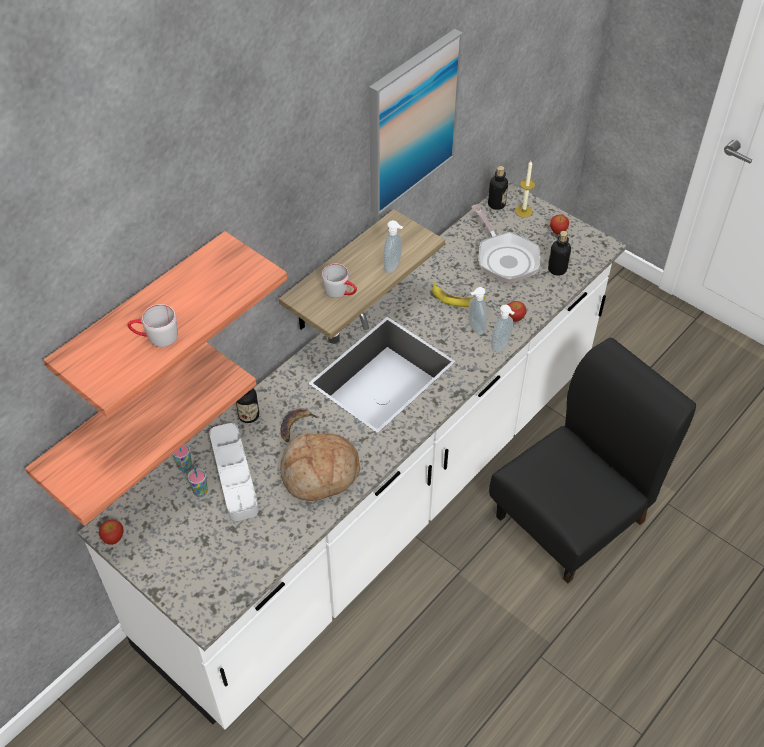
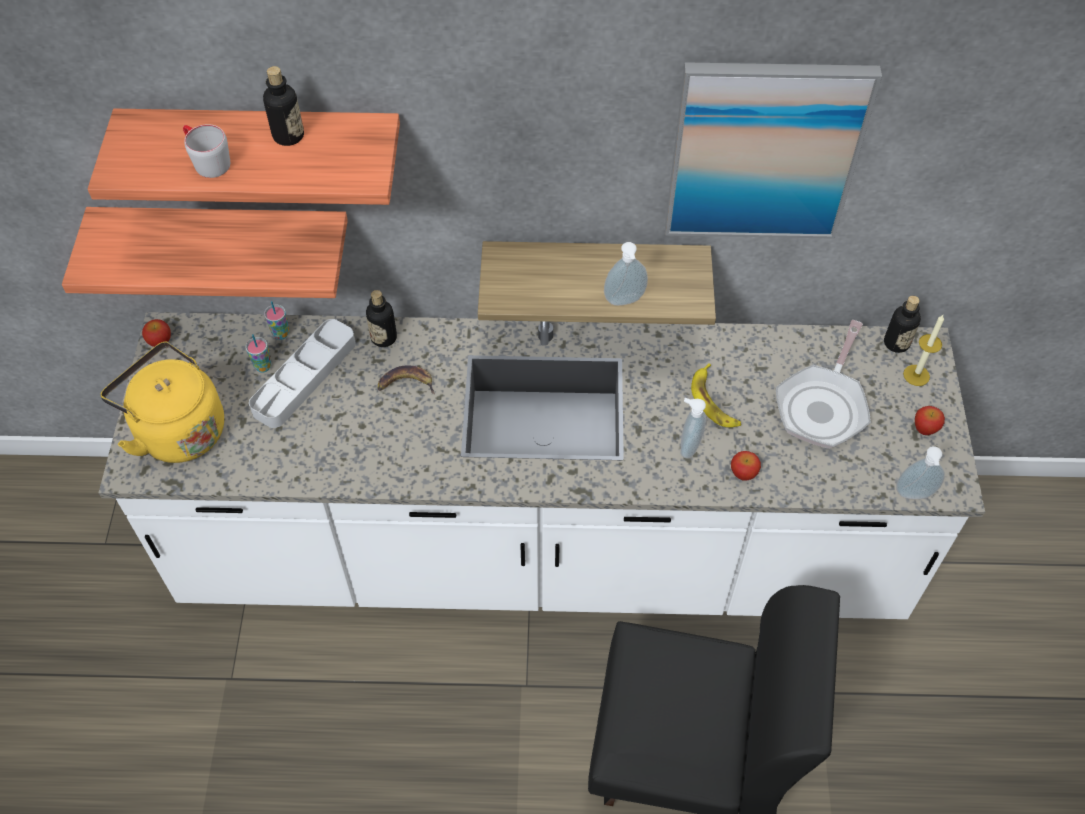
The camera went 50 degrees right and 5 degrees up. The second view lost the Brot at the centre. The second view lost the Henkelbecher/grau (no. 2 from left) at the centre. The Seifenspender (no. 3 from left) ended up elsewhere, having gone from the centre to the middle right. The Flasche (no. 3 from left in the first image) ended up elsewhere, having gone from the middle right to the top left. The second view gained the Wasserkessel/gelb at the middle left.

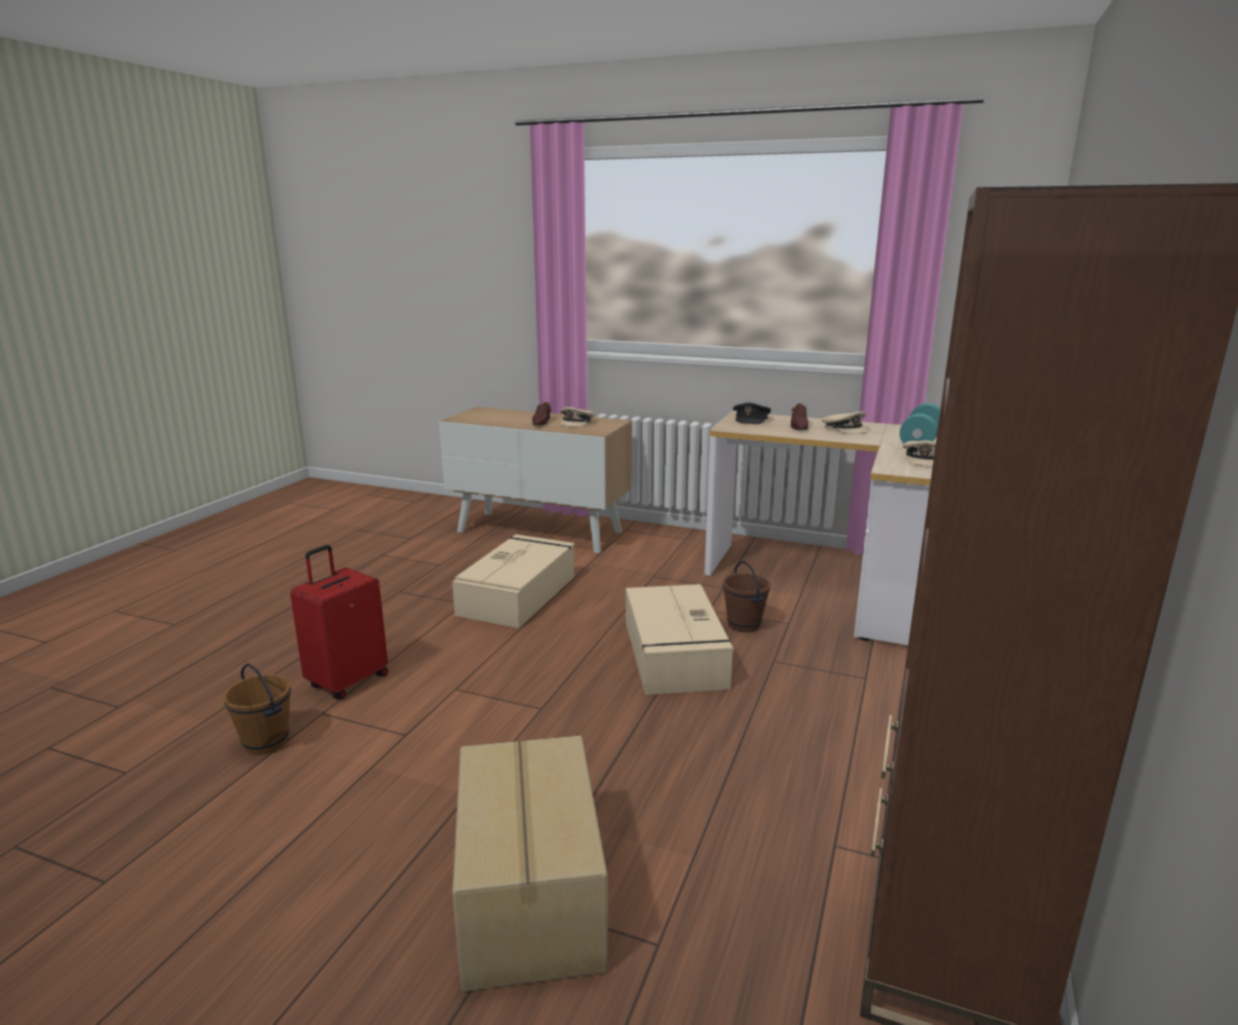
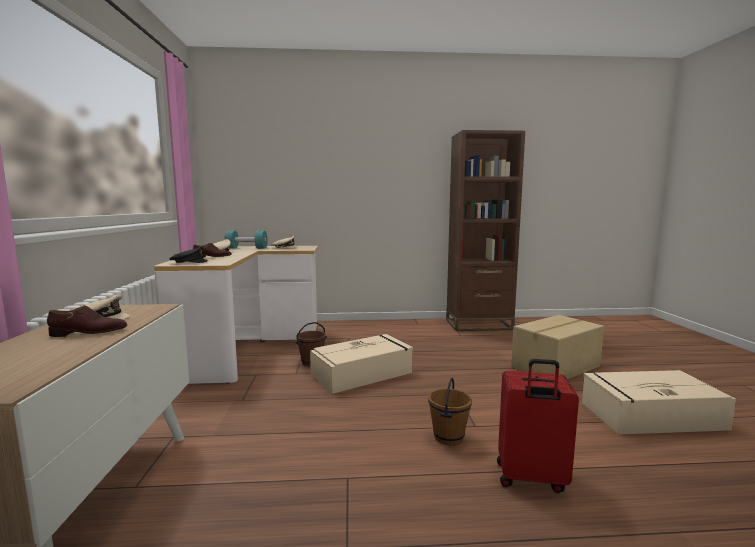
The camera went 115 degrees left and 10 degrees down. The Eimer/braun (no. 1 from left in the first image) ended up elsewhere, having gone from the bottom left to the bottom centre. The Aufbewahrungsbox/beige (no. 1 from left in the first image) ended up elsewhere, having gone from the centre to the bottom right.

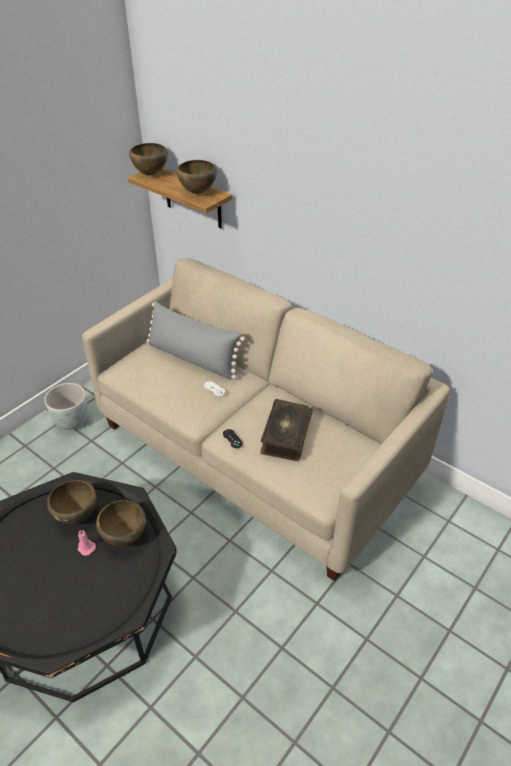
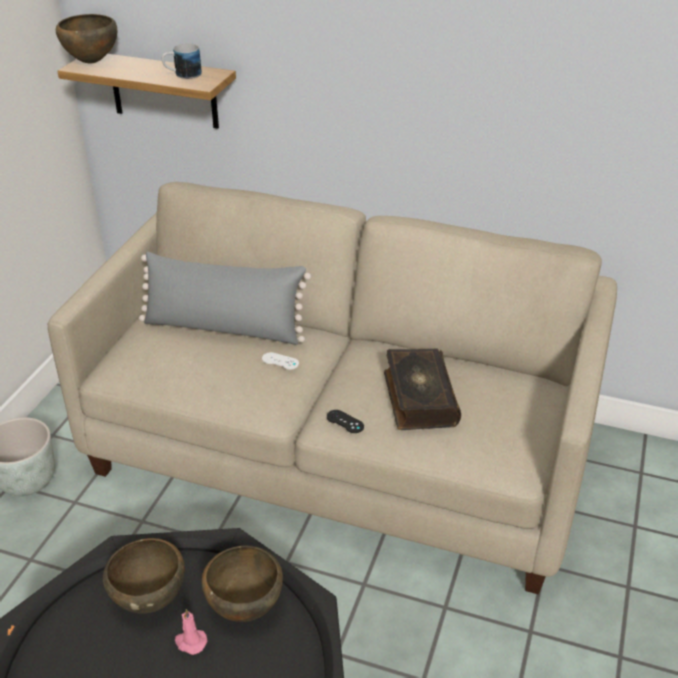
The camera went 20 degrees left and 5 degrees down. Where the Schüssel/braun (no. 4 from left) stood at the top centre, the Henkelbecher came to stand at the top left.

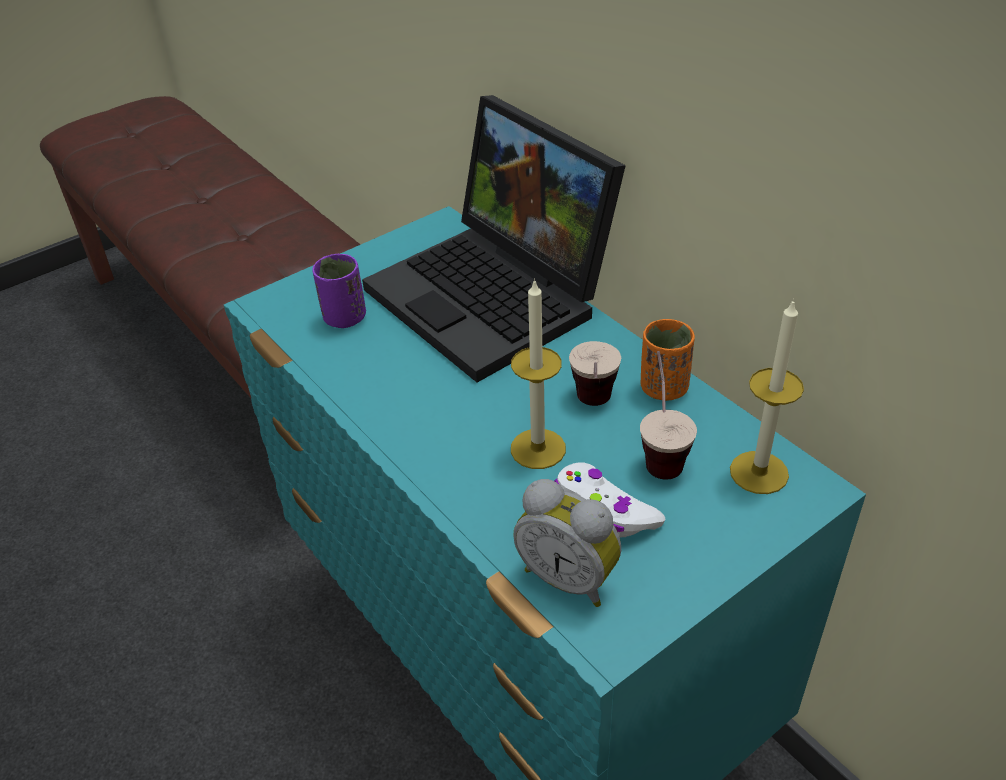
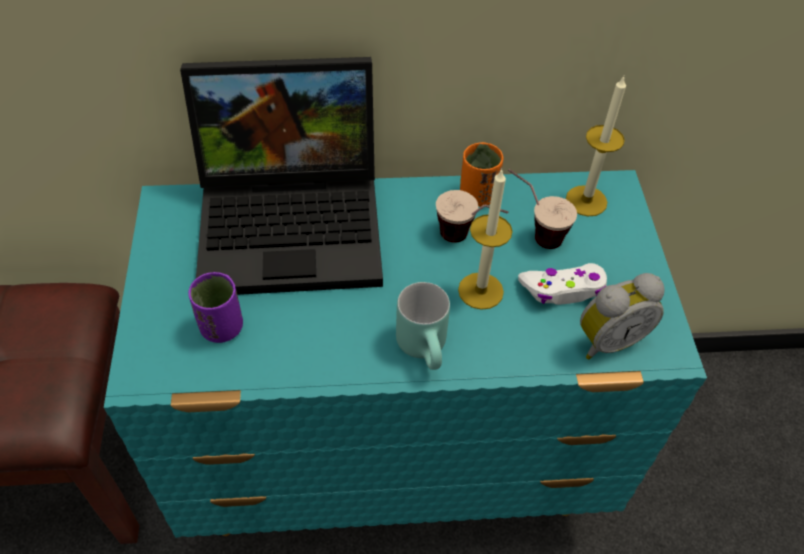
The camera went 60 degrees left and 10 degrees up. The second view gained the Henkelbecher/türkis at the centre.

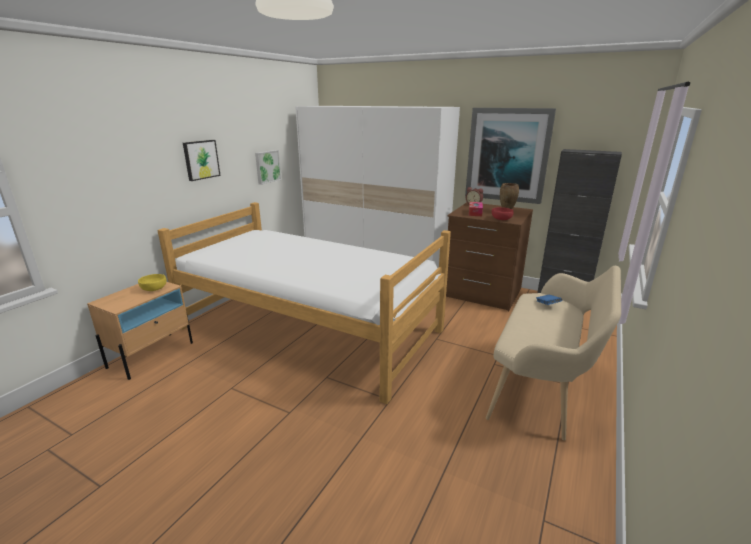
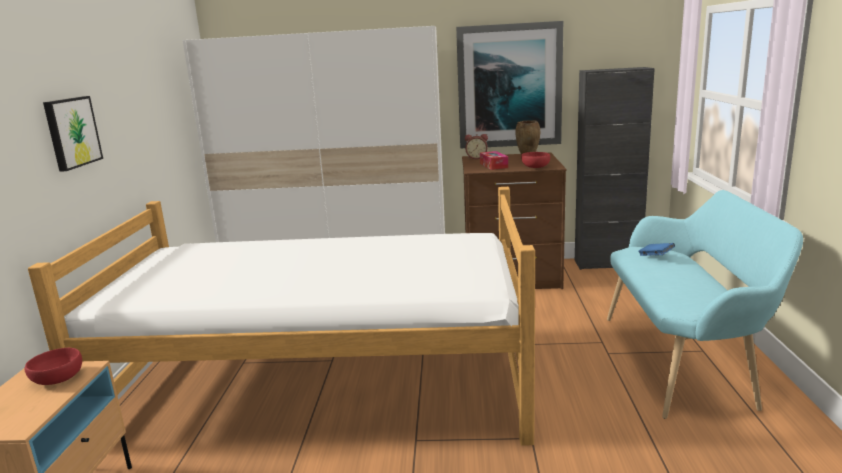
The camera went 25 degrees left and 5 degrees down. What was the Schüssel/gelb at the middle left turned into the Schüssel/rot (no. 1 from left) at the bottom left. The second view lost the Bild (no. 2 from left) at the top centre. What was the Bank/beige at the middle right turned into the Bank/türkis at the middle right.

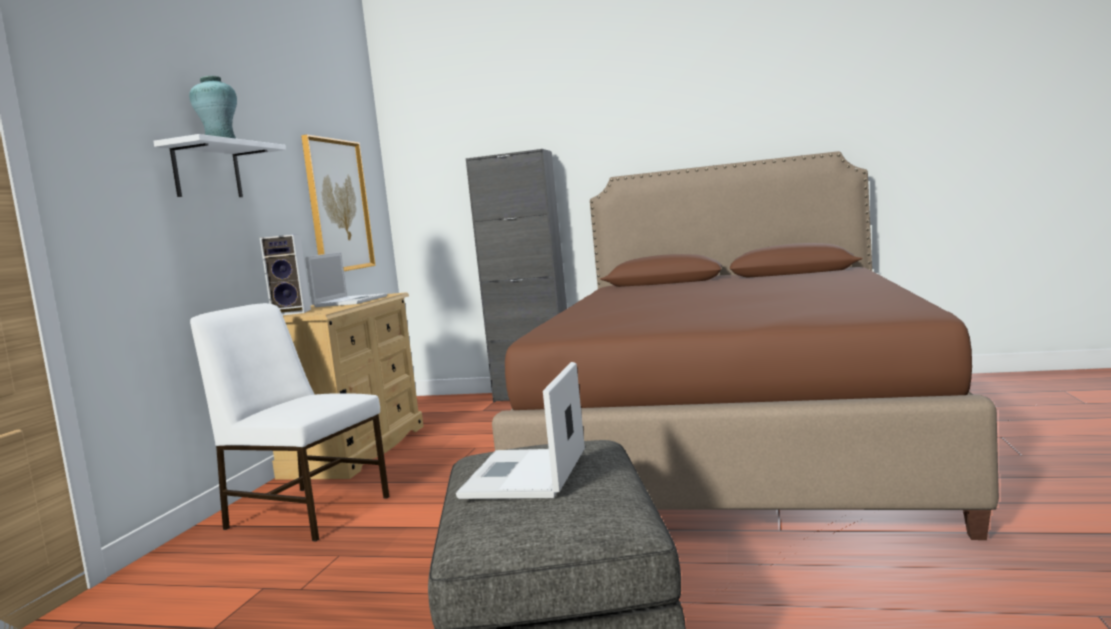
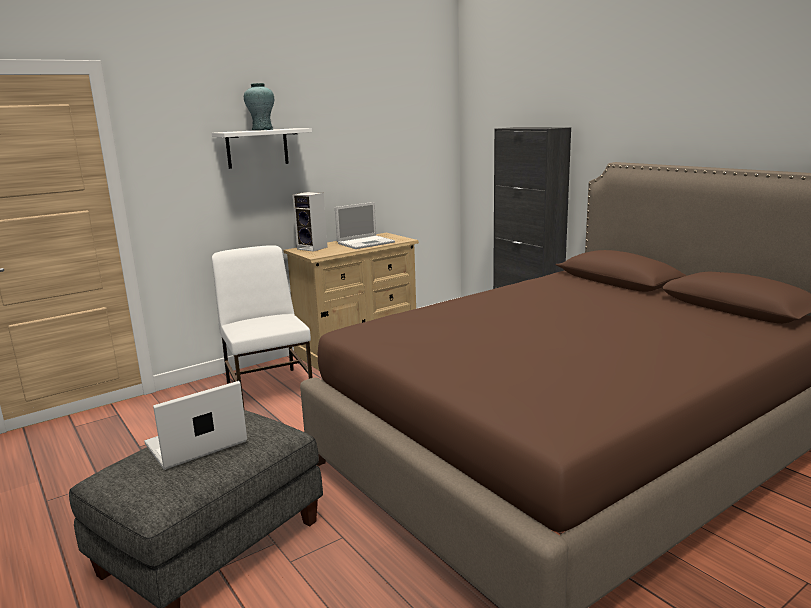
The camera went 40 degrees right and 10 degrees up. The second view lost the Bild at the top left.

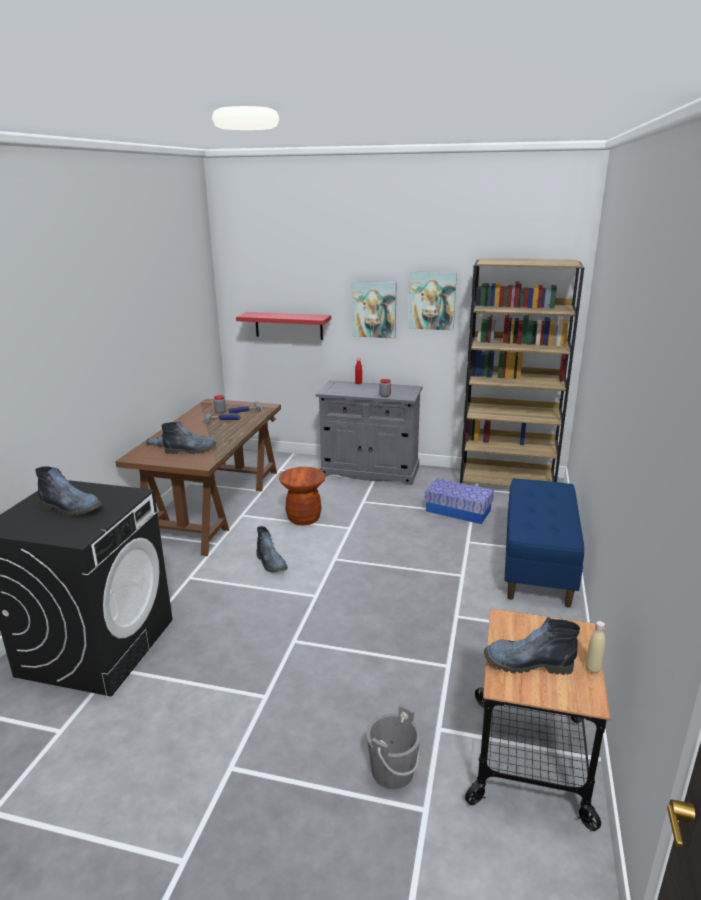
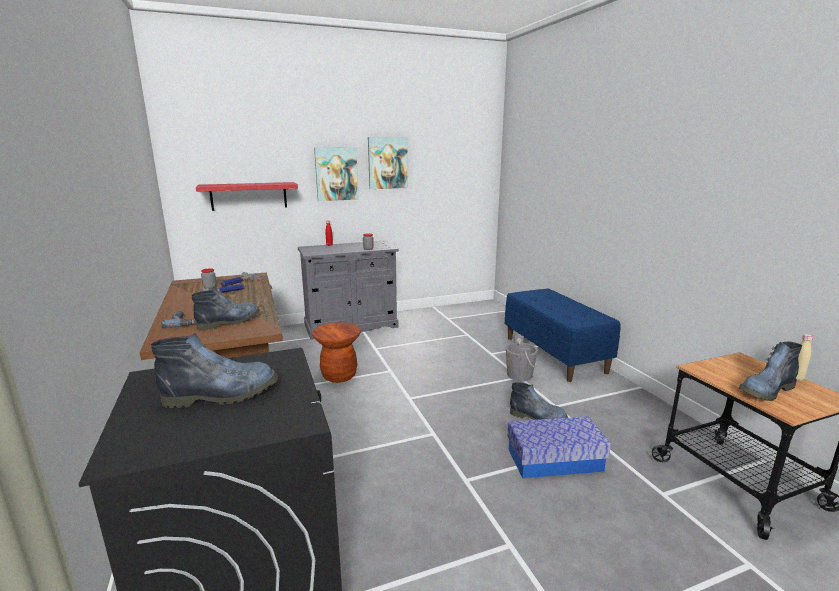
The camera went 35 degrees left and 5 degrees down. The Stiefel (no. 3 from left) ended up elsewhere, having gone from the centre to the bottom centre. The Eimer/grau ended up elsewhere, having gone from the bottom centre to the centre. The Aufbewahrungsbox ended up elsewhere, having gone from the centre to the bottom centre. The second view lost the Bücherregal/braun at the middle right.

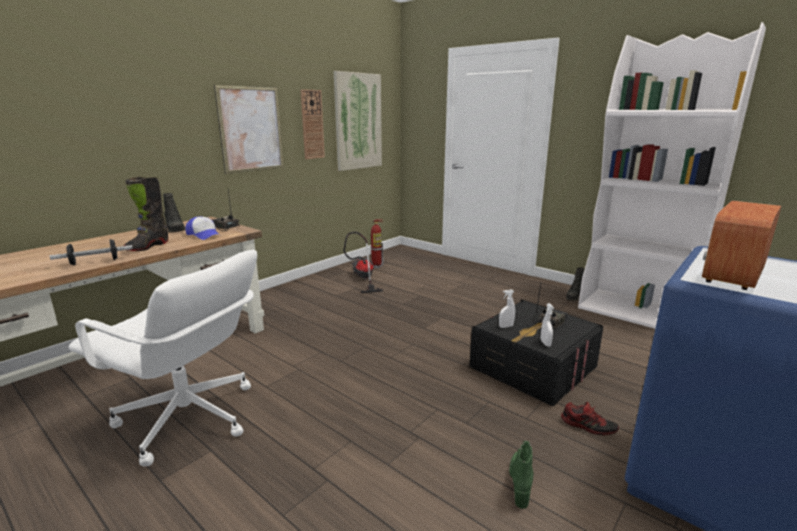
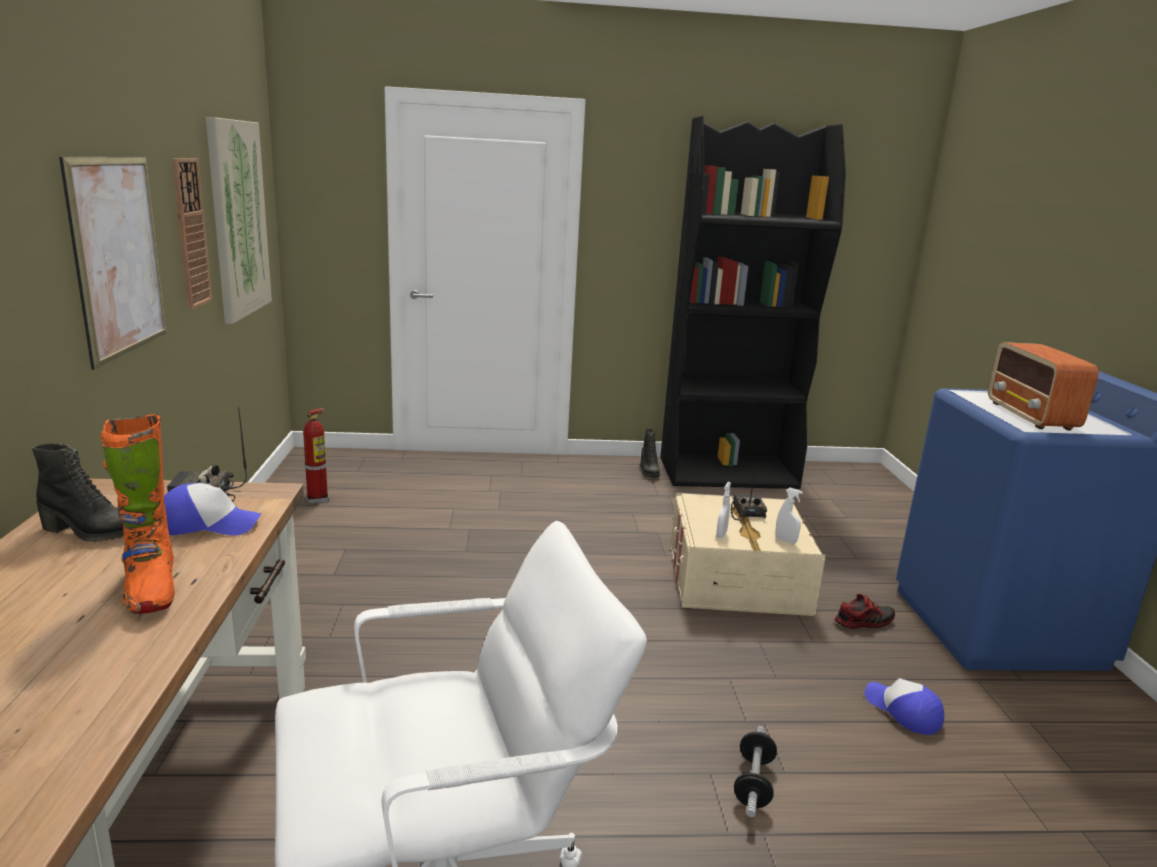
The camera went 45 degrees left and 0 degrees up. The Hantel ended up elsewhere, having gone from the middle left to the bottom centre. What was the Stiefel/schwarz (no. 1 from left) at the middle left turned into the Stiefel/orange at the middle left. The second view lost the Staubsauger at the centre. What was the Aufbewahrungsbox/schwarz at the middle right turned into the Aufbewahrungsbox/beige at the centre. Where the Stiefel/grün stood at the bottom centre, the Kappe (no. 2 from left) came to stand at the bottom right. What was the Bücherregal/weiß at the top right turned into the Bücherregal/schwarz at the centre.

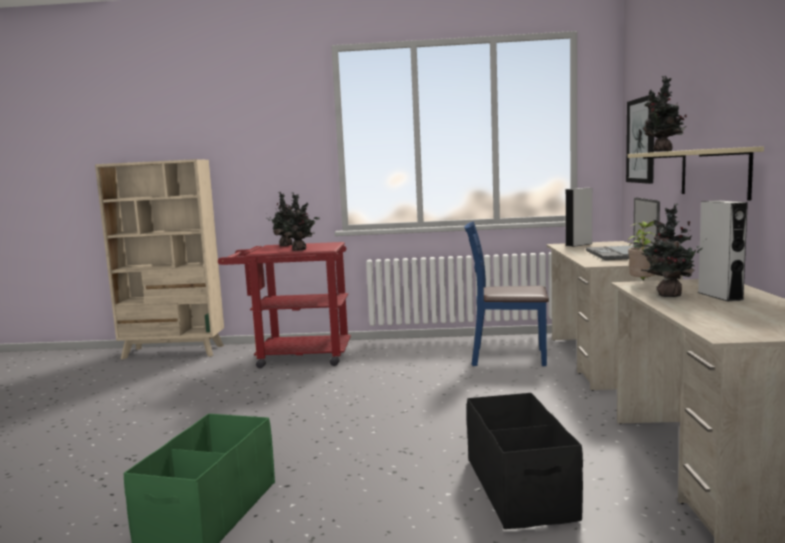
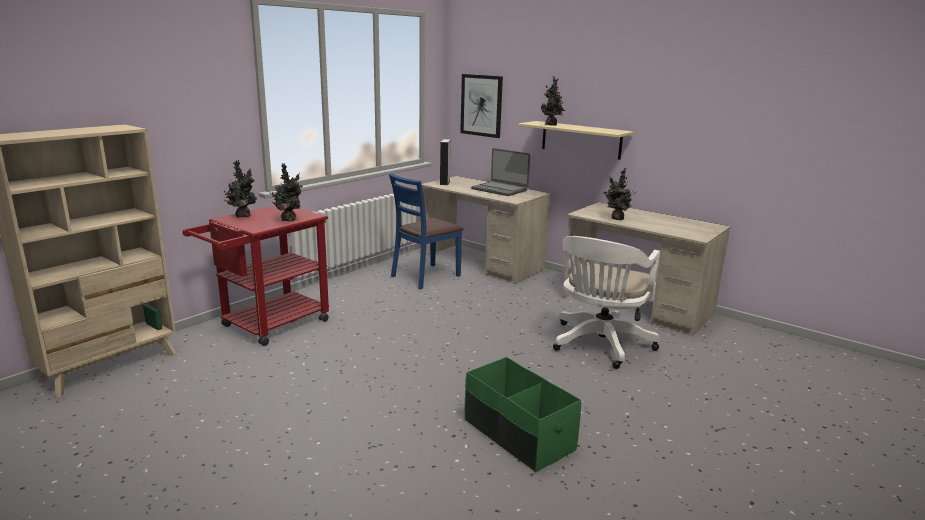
The camera went 55 degrees left and 10 degrees up. Where the Aufbewahrungsbox/schwarz stood at the bottom right, the Bürostuhl/weiß came to stand at the centre. The second view lost the Topfpflanze (no. 3 from left) at the middle right. The second view lost the Lautsprecher/grau (no. 2 from left) at the middle right.

